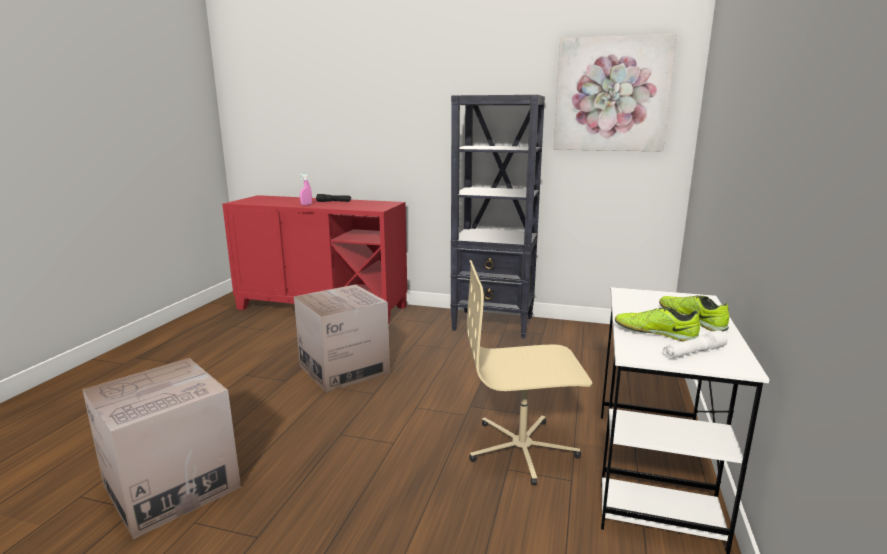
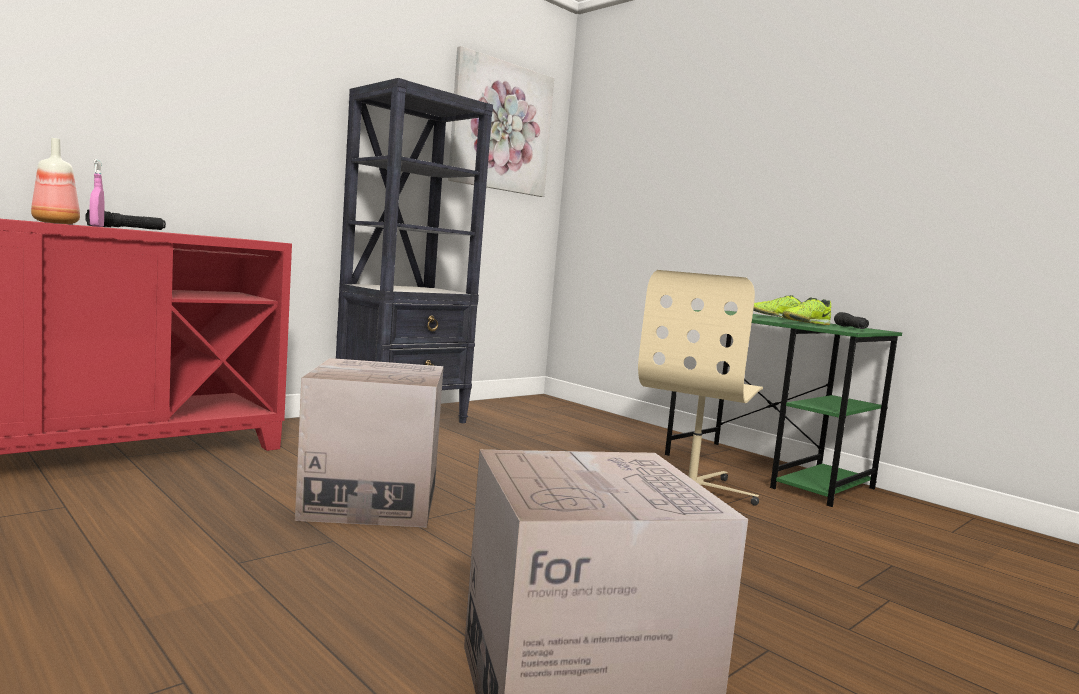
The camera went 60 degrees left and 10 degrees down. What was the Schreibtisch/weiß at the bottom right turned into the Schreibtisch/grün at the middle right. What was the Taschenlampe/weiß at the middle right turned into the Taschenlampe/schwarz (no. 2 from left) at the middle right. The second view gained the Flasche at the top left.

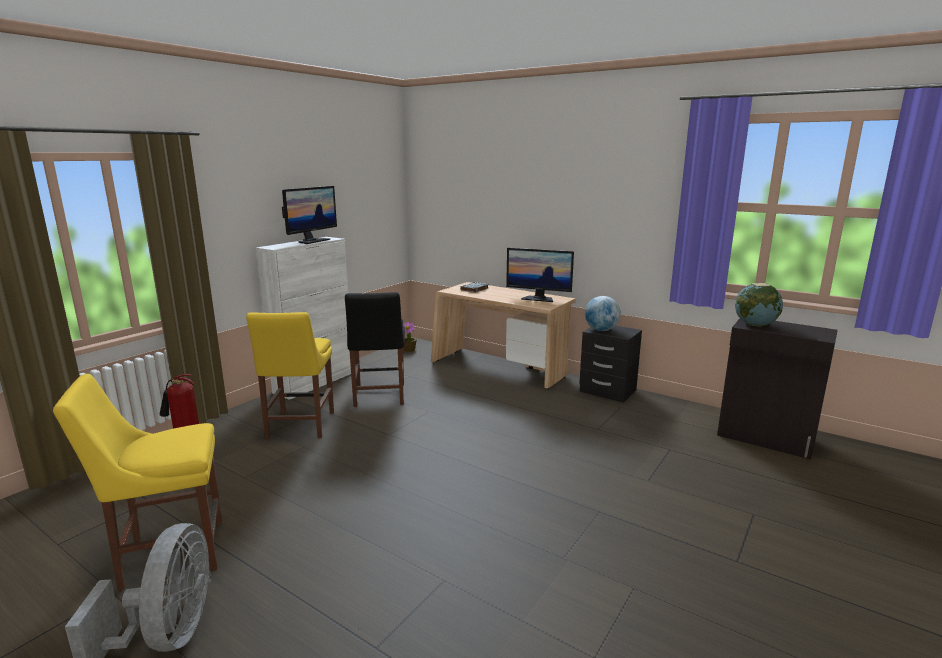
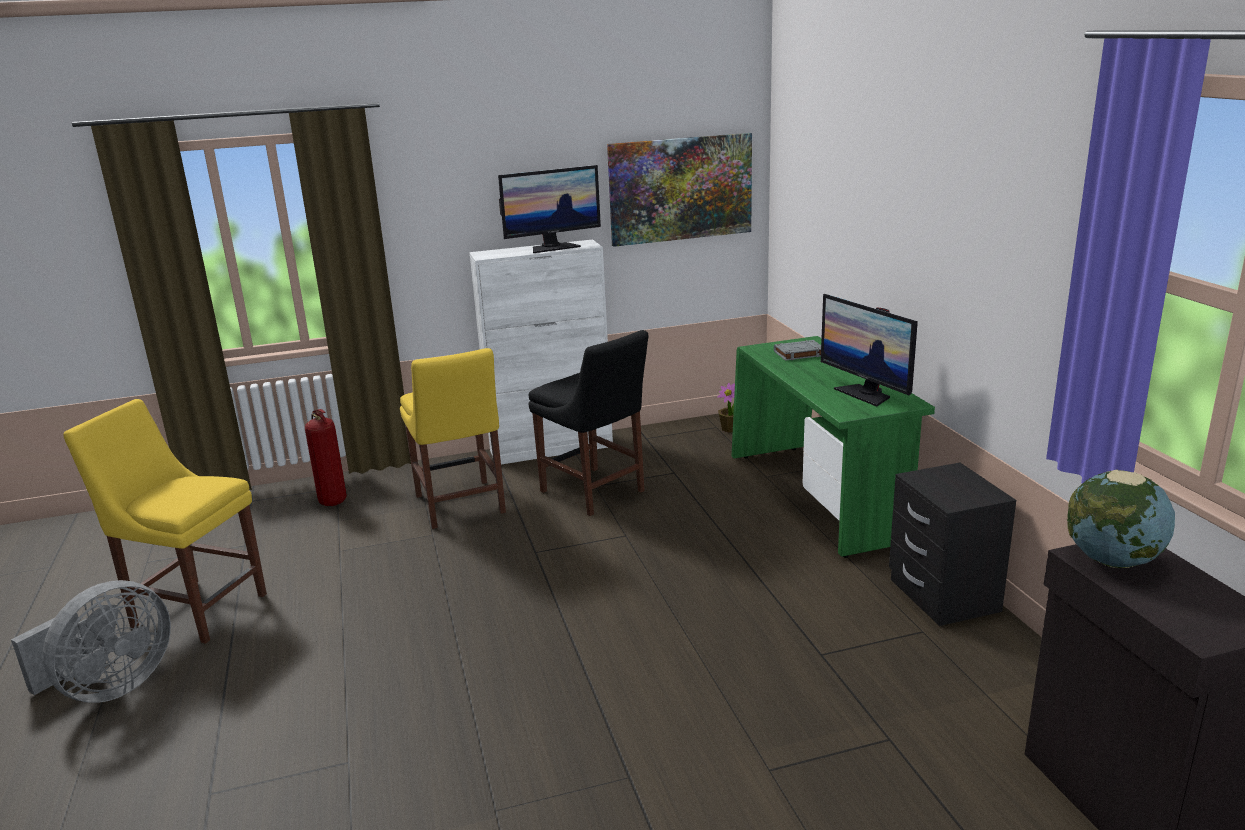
The camera went 40 degrees right and 5 degrees up. The Stuhl/gelb (no. 2 from left) at the middle left ended up facing another way, 60 degrees counterclockwise from before. The Stuhl/schwarz at the centre ended up facing another way, 75 degrees counterclockwise from before. What was the Schreibtisch/beige at the centre turned into the Schreibtisch/grün at the middle right. The second view lost the Globus (no. 1 from left) at the centre. The second view gained the Bild at the top centre.

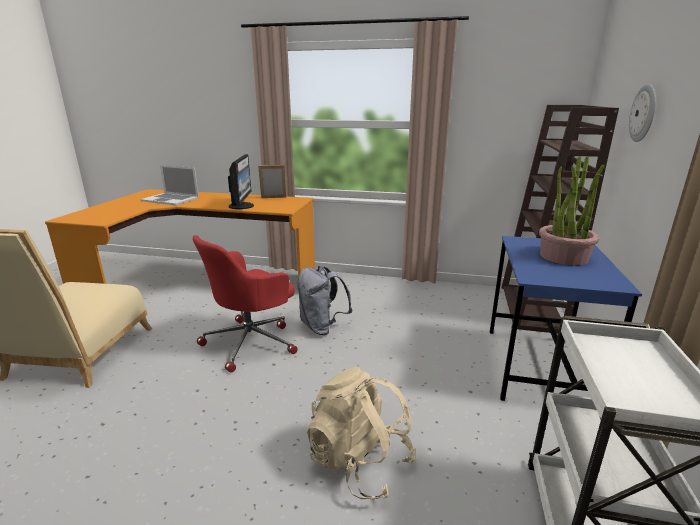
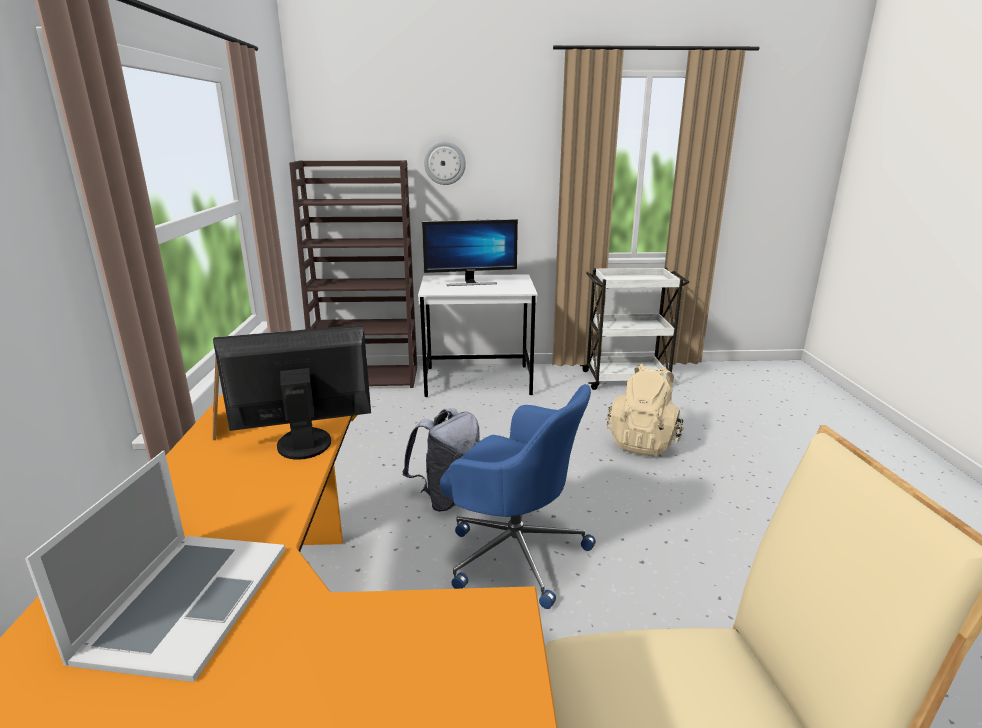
The camera went 105 degrees left and 0 degrees up. What was the Bürostuhl/rot at the centre turned into the Bürostuhl/blau at the bottom centre. What was the Schreibtisch/blau at the middle right turned into the Schreibtisch/weiß at the centre. Where the Topfpflanze stood at the middle right, the Monitor (no. 2 from left) came to stand at the centre.

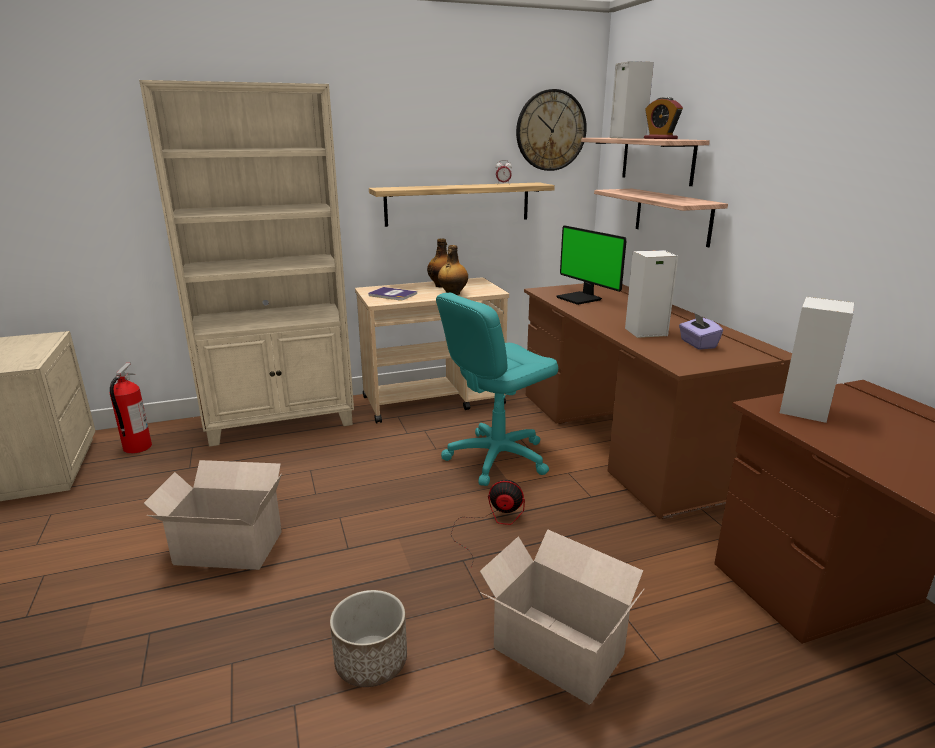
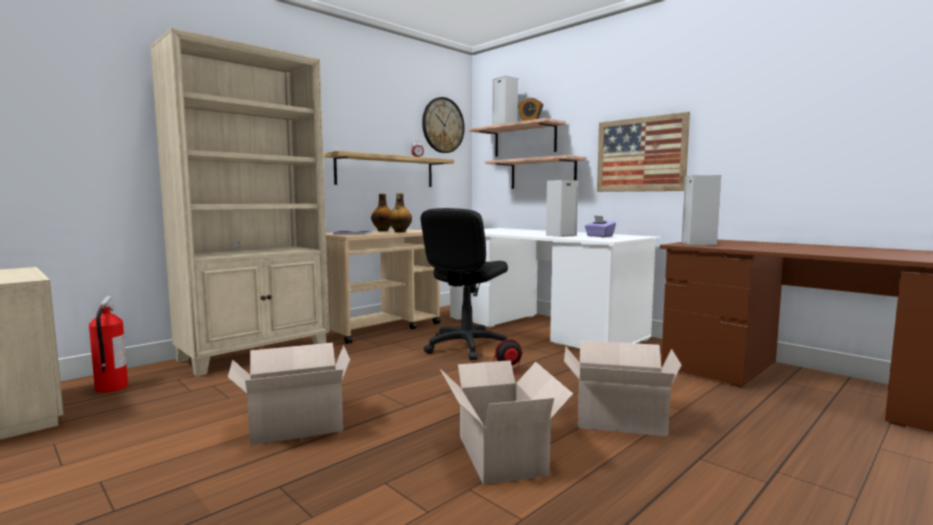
The camera went 25 degrees left and 15 degrees down. Where the Pflanzkübel stood at the bottom centre, the Karton (no. 2 from left) came to stand at the bottom centre. What was the Bürostuhl/türkis at the centre turned into the Bürostuhl/schwarz at the centre. What was the Schreibtisch/braun (no. 1 from left) at the middle right turned into the Schreibtisch/weiß at the centre. The second view lost the Monitor at the centre. The second view gained the Bild at the top right.

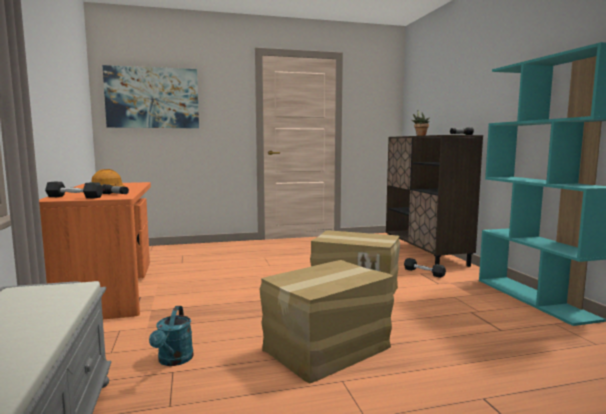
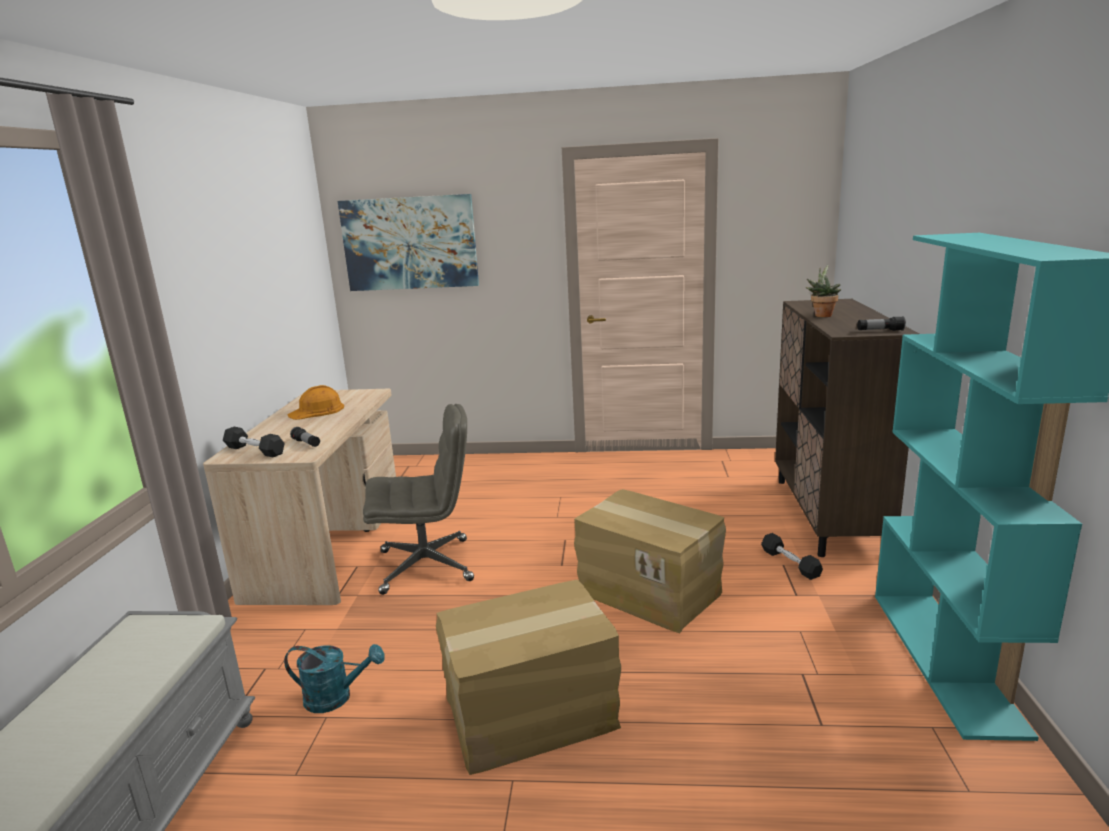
The camera went 20 degrees right and 10 degrees up. What was the Schreibtisch/orange at the middle left turned into the Schreibtisch/beige at the middle left. The Gießkanne/türkis at the bottom left ended up facing another way, 105 degrees counterclockwise from before. The second view gained the Bürostuhl/grau at the centre.

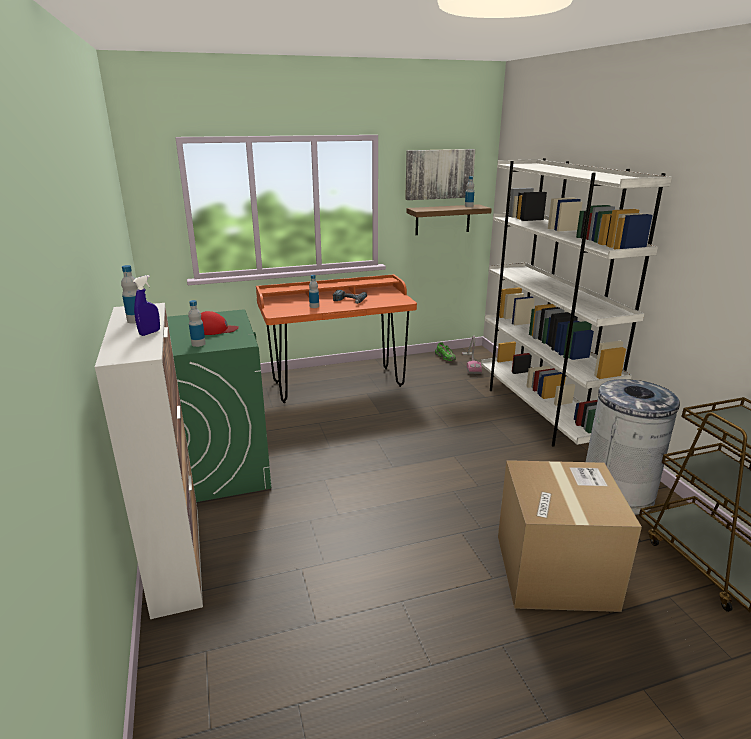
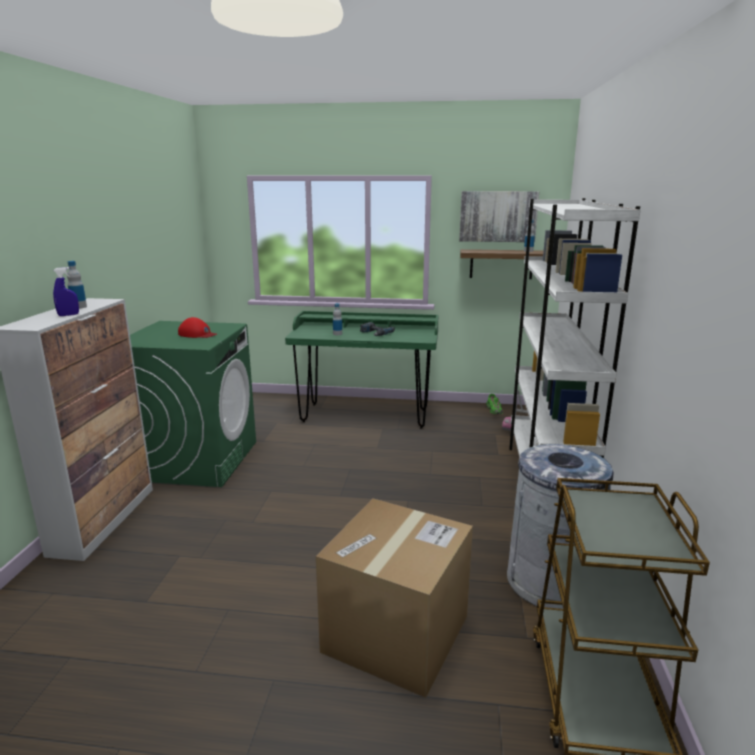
The camera went 25 degrees right and 5 degrees down. The second view lost the Flasche (no. 2 from left) at the middle left. What was the Schreibtisch/orange at the centre turned into the Schreibtisch/grün at the centre.

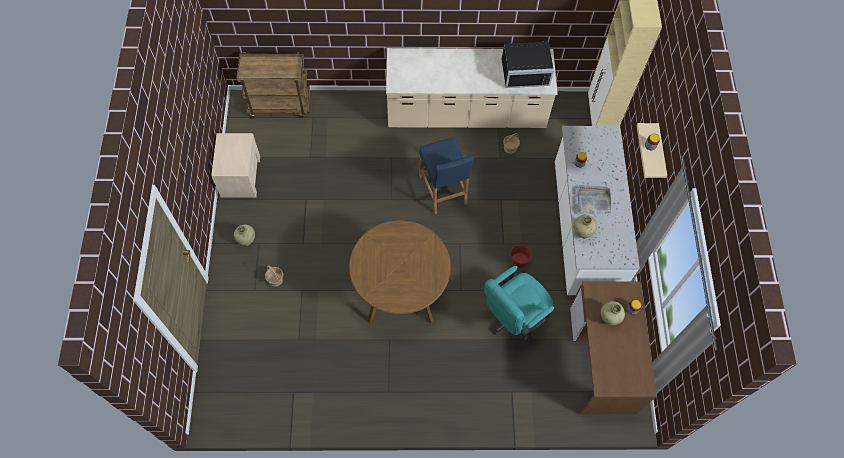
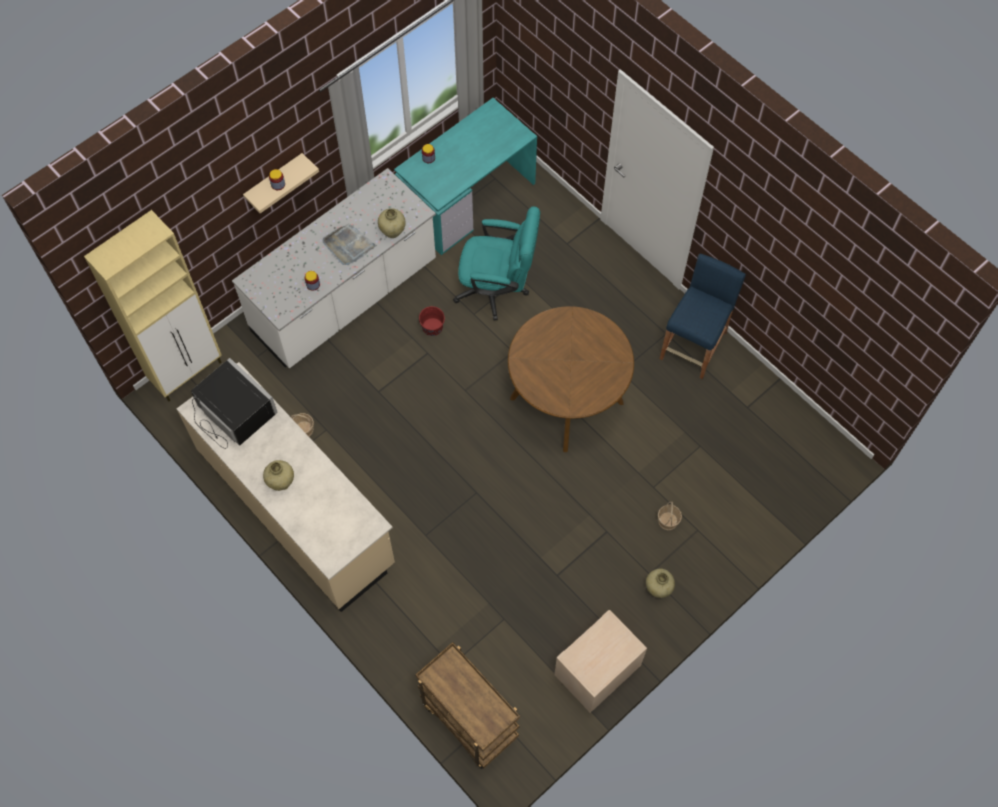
The camera went 130 degrees left and 0 degrees up. The Hocker/blau ended up elsewhere, having gone from the centre to the middle right. What was the Schreibtisch/braun at the bottom right turned into the Schreibtisch/türkis at the top centre. The Vase/beige (no. 3 from left in the first image) ended up elsewhere, having gone from the bottom right to the middle left.

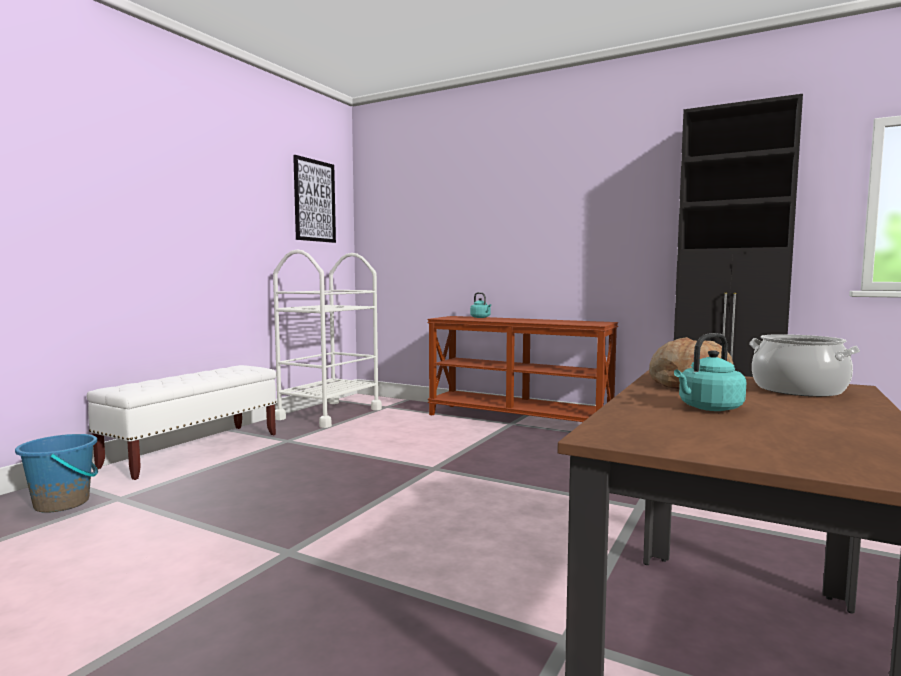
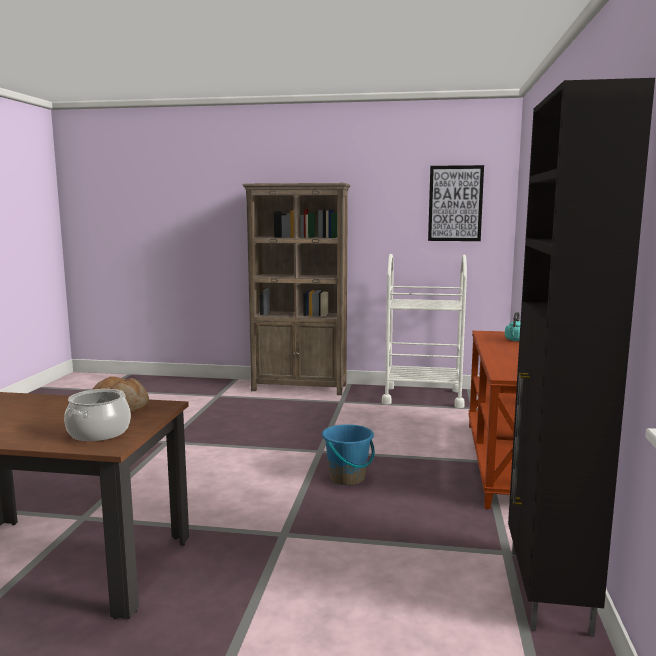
The camera went 70 degrees right and 5 degrees up. The Eimer/blau ended up elsewhere, having gone from the bottom left to the bottom centre. Where the Bank/weiß stood at the middle left, the Bücherregal/braun came to stand at the centre. The second view lost the Wasserkessel/türkis (no. 2 from left) at the middle right.

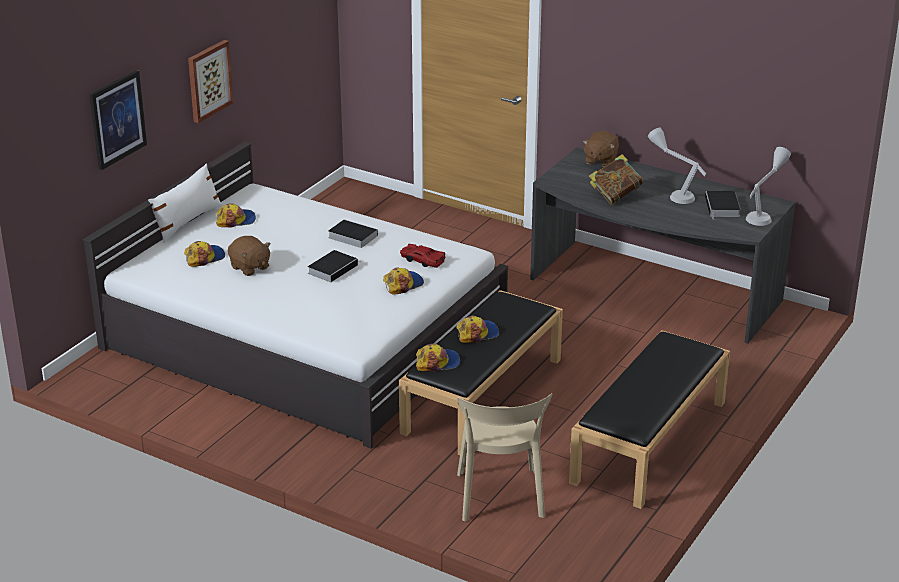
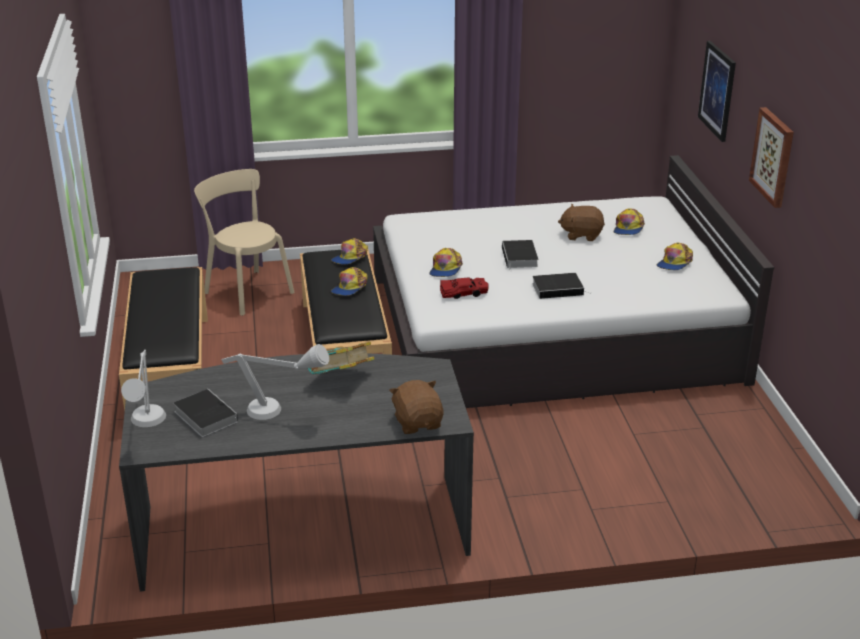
The camera went 140 degrees right and 0 degrees up. The second view lost the Kissen/weiß at the middle left.

